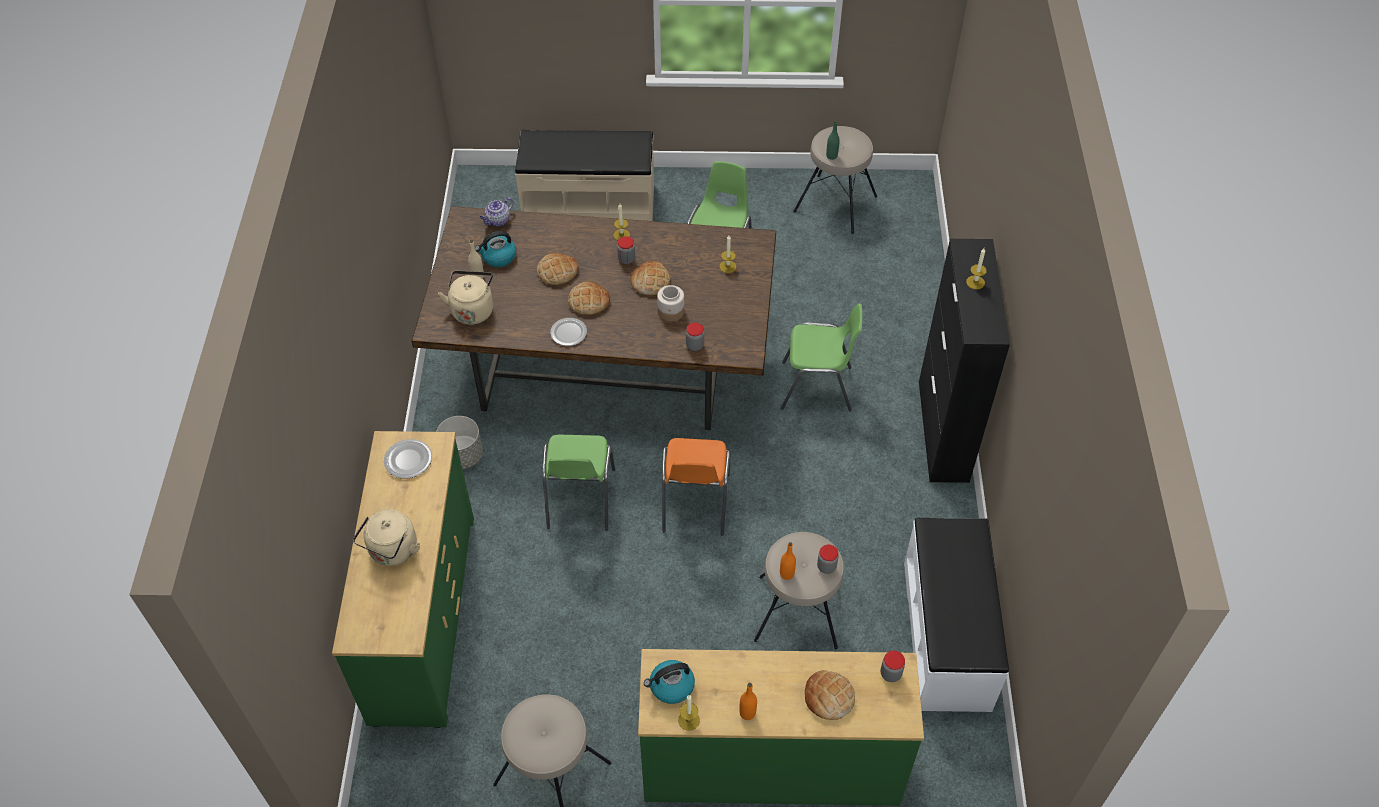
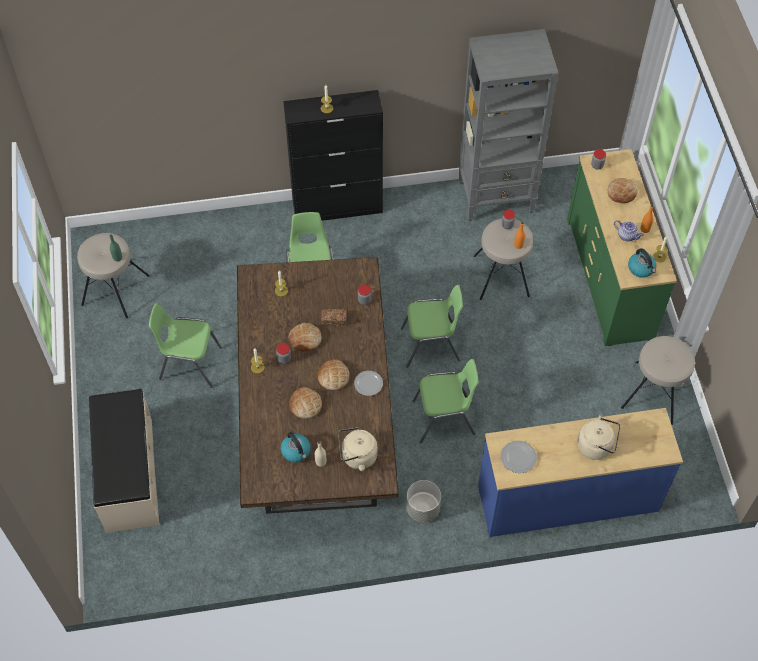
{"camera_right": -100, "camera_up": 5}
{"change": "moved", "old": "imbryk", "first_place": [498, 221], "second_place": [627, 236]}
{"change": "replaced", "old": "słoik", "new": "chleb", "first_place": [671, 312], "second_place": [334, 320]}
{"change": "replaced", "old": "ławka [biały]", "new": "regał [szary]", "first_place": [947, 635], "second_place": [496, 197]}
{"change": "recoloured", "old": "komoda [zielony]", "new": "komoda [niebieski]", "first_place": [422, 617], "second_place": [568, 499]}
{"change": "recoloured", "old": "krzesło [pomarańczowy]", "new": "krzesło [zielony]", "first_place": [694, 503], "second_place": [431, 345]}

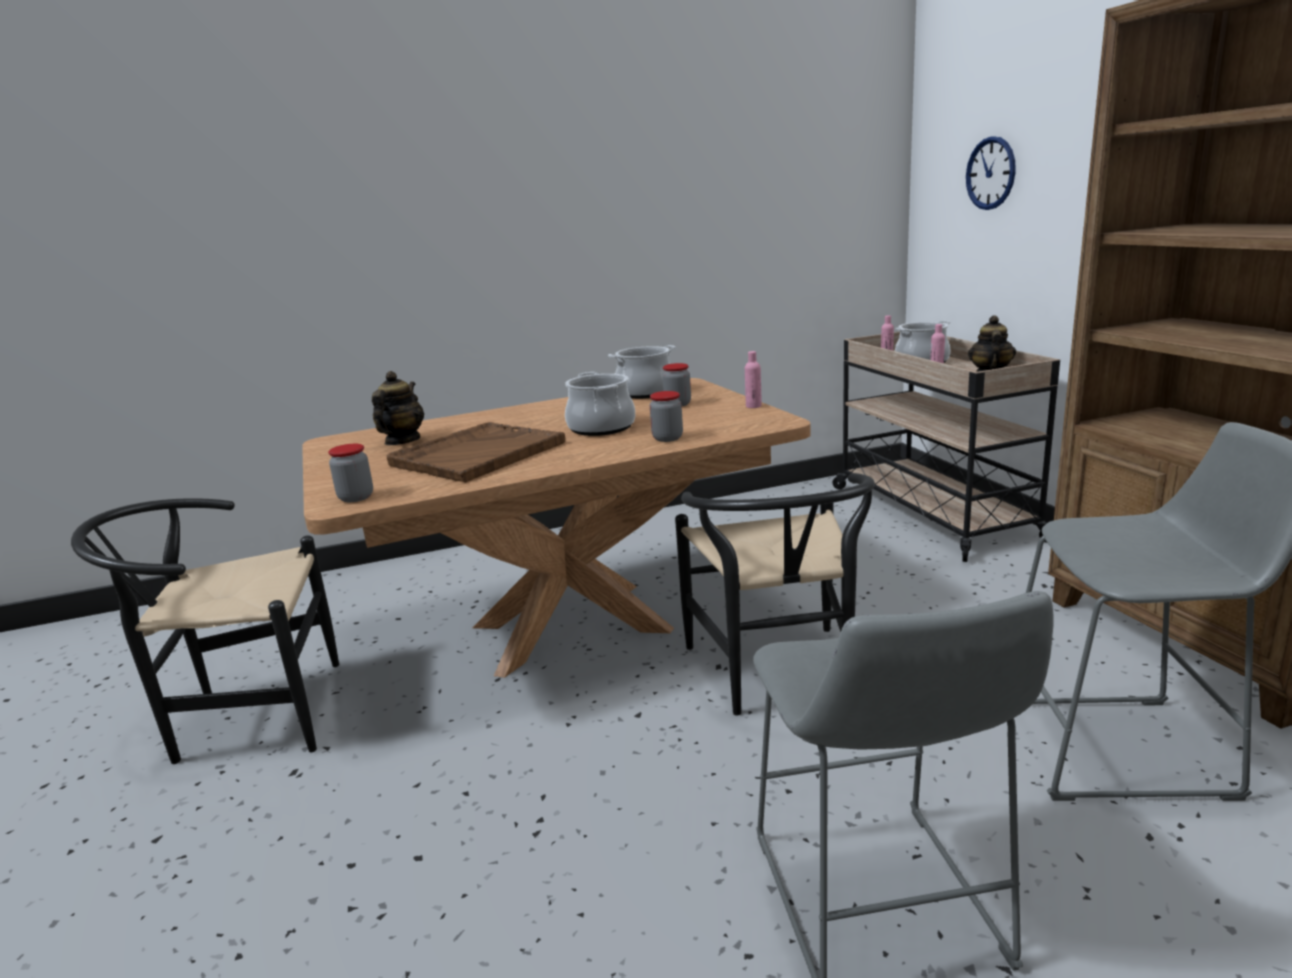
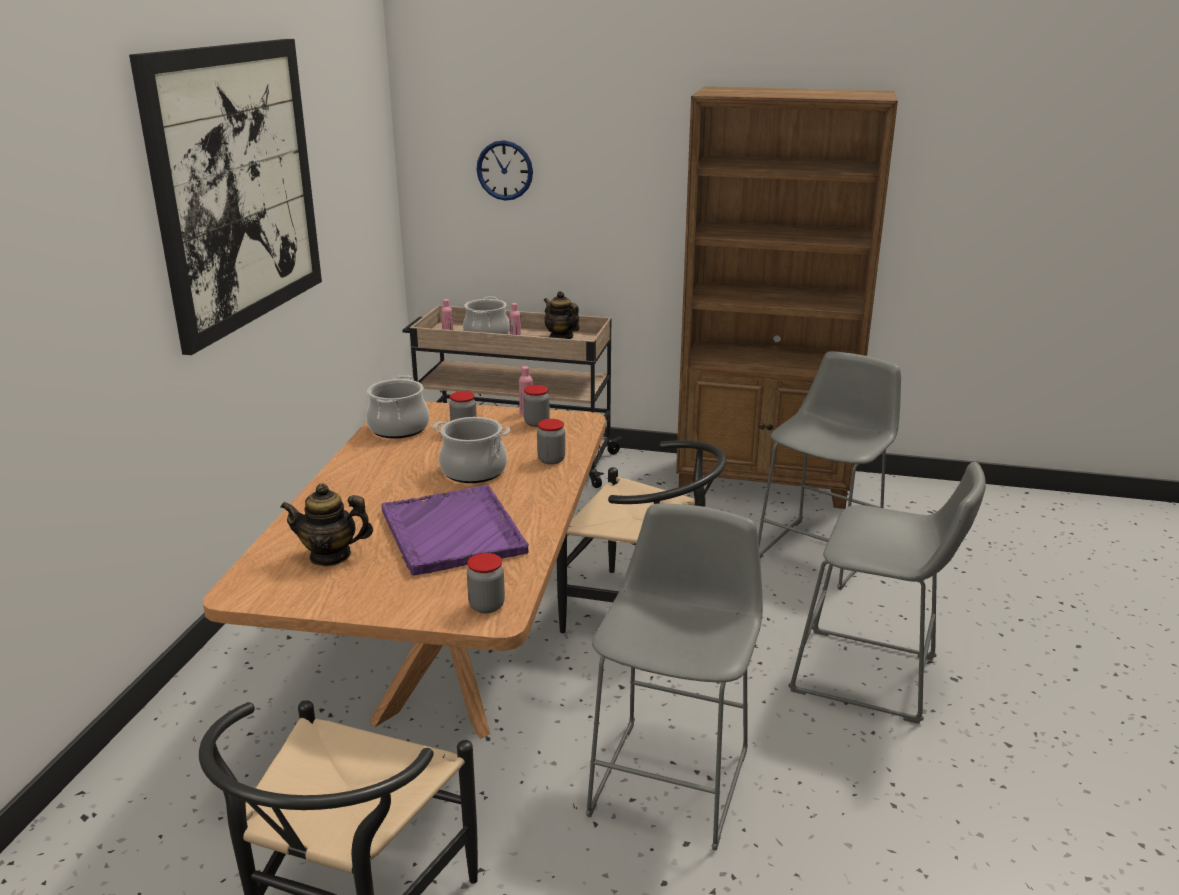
{"camera_right": -60, "camera_up": 5}
{"change": "added", "new": "obraz", "second_place": [237, 187]}
{"change": "added", "new": "słoik", "second_place": [536, 423]}
{"change": "added", "new": "stołek [szary]", "second_place": [674, 775]}
{"change": "recoloured", "old": "taca [brązowy]", "new": "taca [fioletowy]", "first_place": [477, 454], "second_place": [453, 532]}
{"change": "turned", "old": "imbryk", "first_place": [402, 441], "second_place": [330, 556], "degrees": -45}

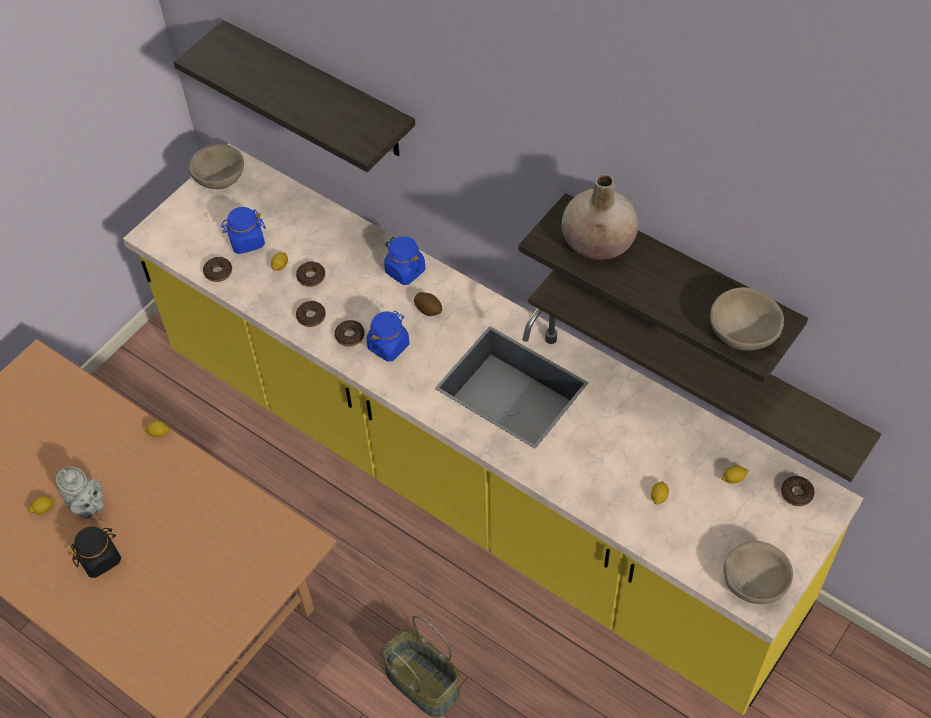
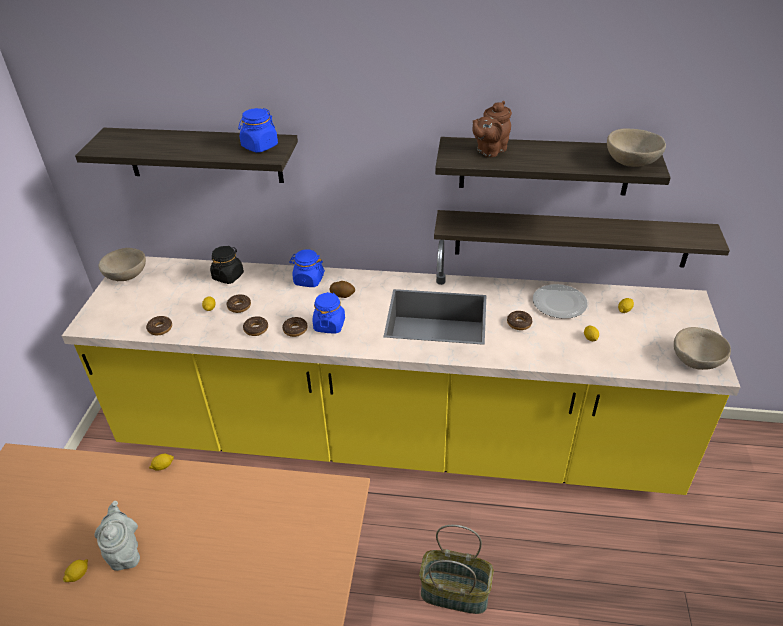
{"camera_right": -30, "camera_up": -15}
{"change": "added", "new": "talerz", "second_place": [559, 303]}
{"change": "moved", "old": "słoik [czarny]", "first_place": [100, 559], "second_place": [228, 276]}
{"change": "moved", "old": "słoik [niebieski]", "first_place": [246, 241], "second_place": [259, 146]}
{"change": "moved", "old": "donut", "first_place": [796, 493], "second_place": [519, 323]}
{"change": "replaced", "old": "wazon [beżowy]", "new": "imbryk [brązowy]", "first_place": [598, 243], "second_place": [489, 151]}
{"change": "turned", "old": "imbryk [szary]", "first_place": [88, 506], "second_place": [125, 552], "degrees": -120}

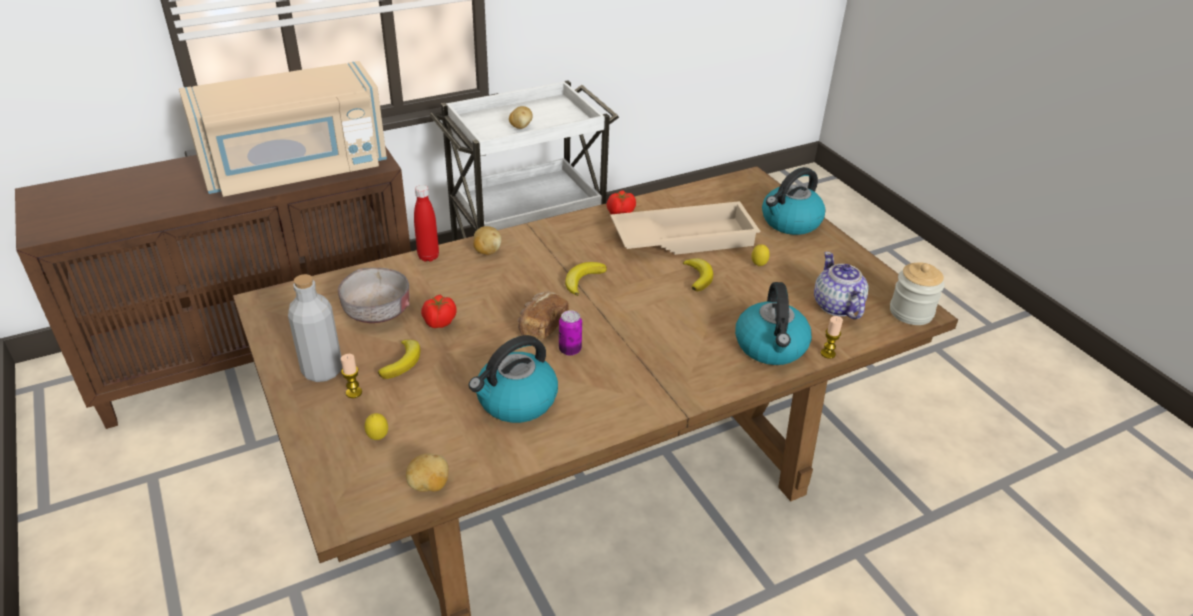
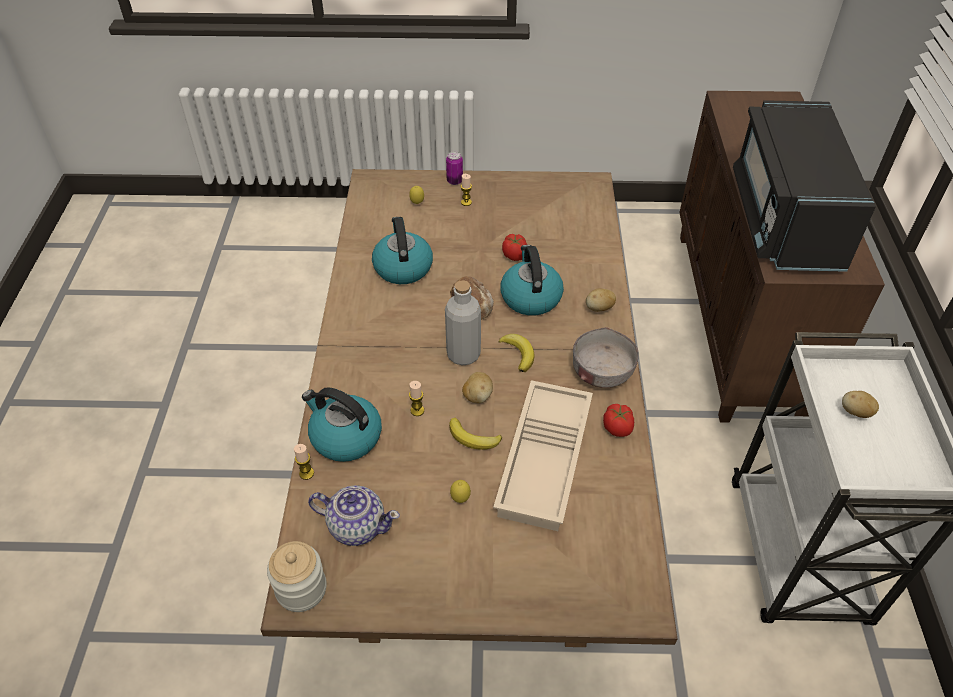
{"camera_right": 120, "camera_up": 10}
{"change": "removed", "old": "banan", "first_place": [403, 362]}
{"change": "removed", "old": "butelka [czerwony]", "first_place": [428, 257]}
{"change": "added", "new": "świeca", "second_place": [417, 410]}
{"change": "moved", "old": "butelka [szary]", "first_place": [322, 370], "second_place": [463, 354]}
{"change": "moved", "old": "miska [szary]", "first_place": [377, 312], "second_place": [601, 371]}
{"change": "moved", "old": "ziemniak", "first_place": [429, 485], "second_place": [477, 396]}
{"change": "moved", "old": "puszka", "first_place": [570, 350], "second_place": [454, 181]}
{"change": "moved", "old": "czajnik", "first_place": [790, 222], "second_place": [530, 297]}
{"change": "recoloured", "old": "mikrofalówka [beżowy]", "new": "mikrofalówka [czarny]", "first_place": [295, 169], "second_place": [785, 219]}

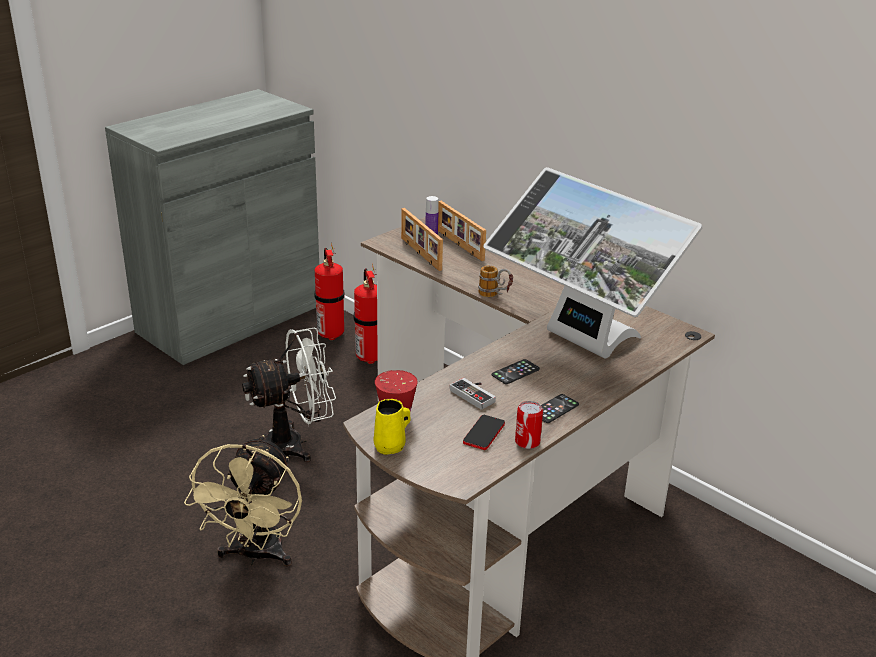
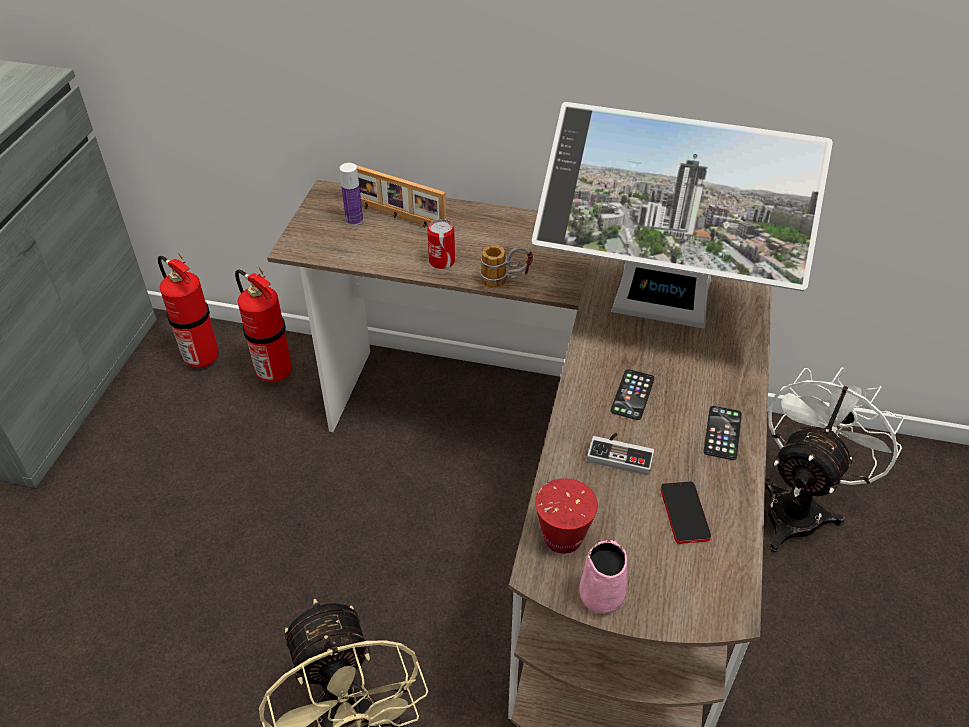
{"camera_right": -30, "camera_up": 15}
{"change": "removed", "old": "ramka na zdjęcie", "first_place": [419, 254]}
{"change": "moved", "old": "wentylator [biały]", "first_place": [294, 444], "second_place": [799, 507]}
{"change": "moved", "old": "puszka", "first_place": [527, 442], "second_place": [442, 261]}
{"change": "recoloured", "old": "kubek [żółty]", "new": "kubek [różowy]", "first_place": [391, 446], "second_place": [602, 594]}

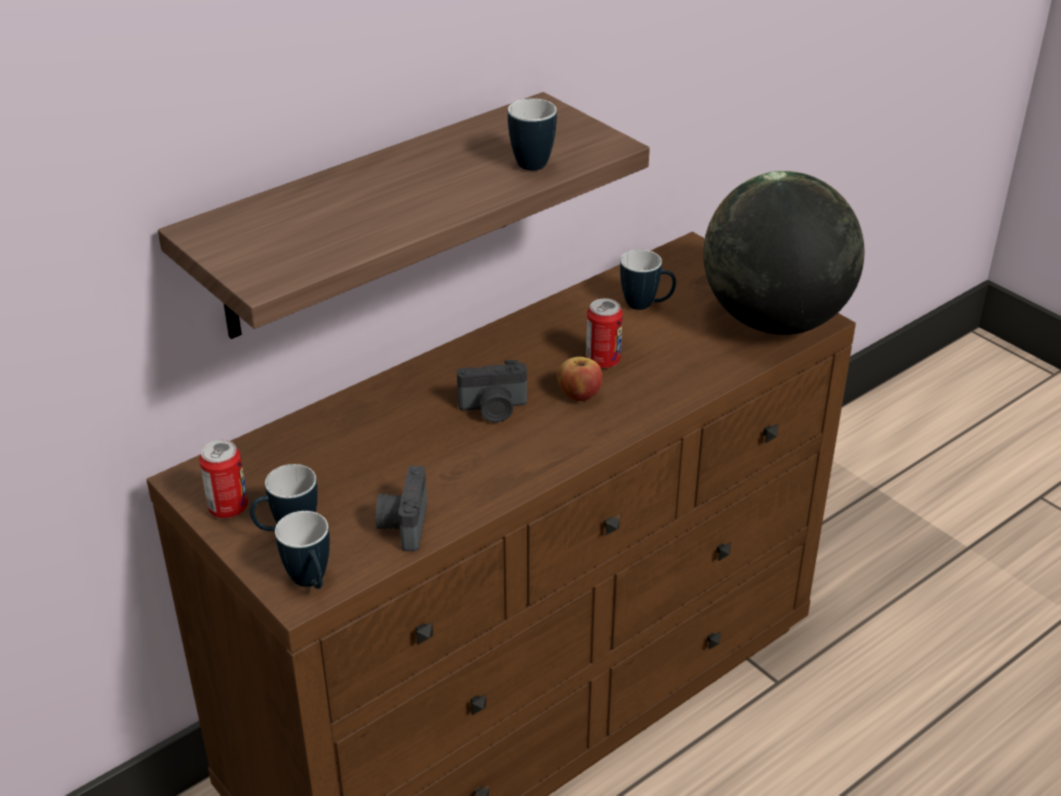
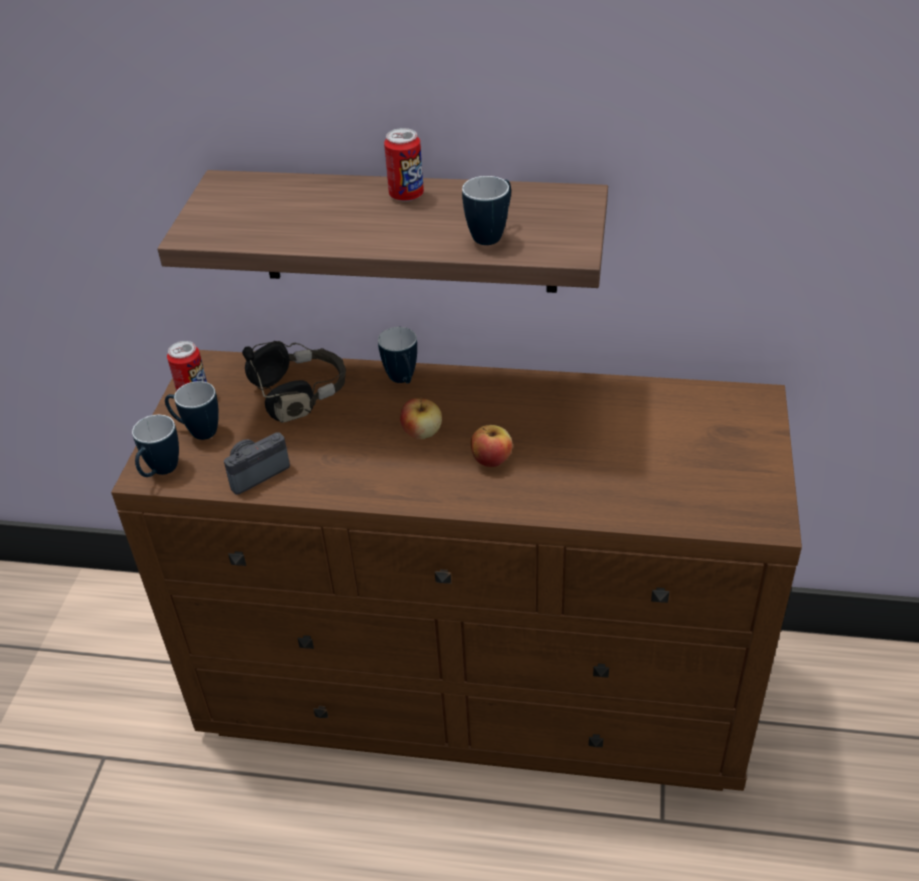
{"camera_right": 50, "camera_up": 5}
{"change": "removed", "old": "globus", "first_place": [775, 321]}
{"change": "added", "new": "słuchawki [czarny]", "second_place": [299, 394]}
{"change": "moved", "old": "puszka", "first_place": [603, 361], "second_place": [406, 195]}
{"change": "moved", "old": "kubek", "first_place": [646, 305], "second_place": [403, 381]}
{"change": "replaced", "old": "aparat fotograficzny", "new": "jabłko", "first_place": [493, 409], "second_place": [422, 432]}

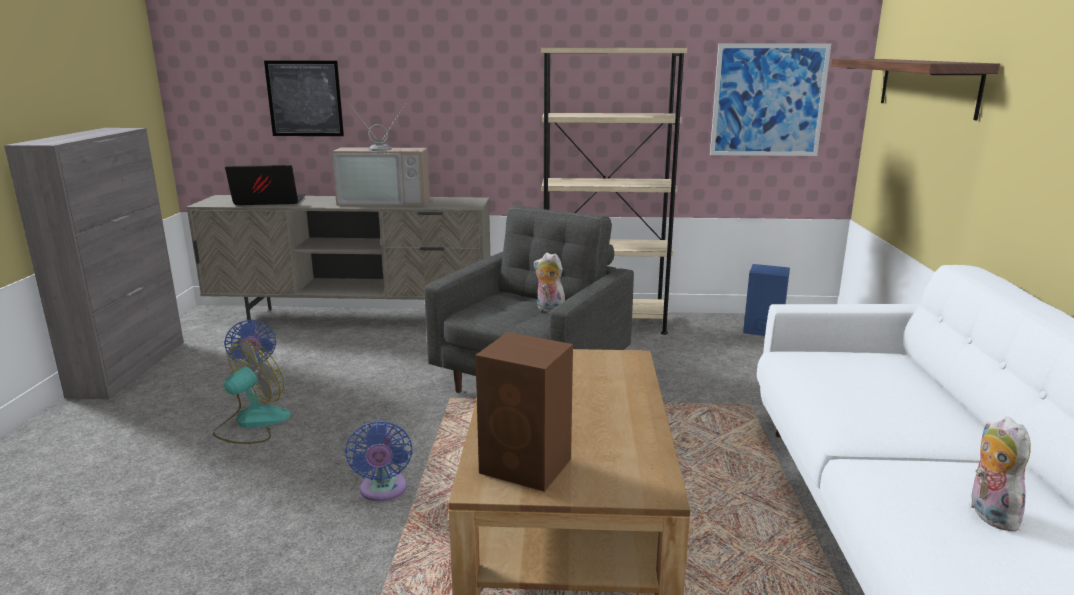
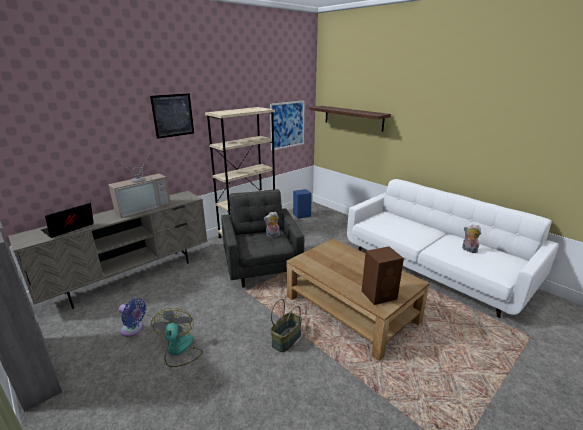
{"camera_right": -45, "camera_up": 5}
{"change": "moved", "old": "obraz", "first_place": [304, 98], "second_place": [173, 115]}
{"change": "replaced", "old": "wentylator [niebieski]", "new": "koszyk", "first_place": [383, 491], "second_place": [286, 339]}

